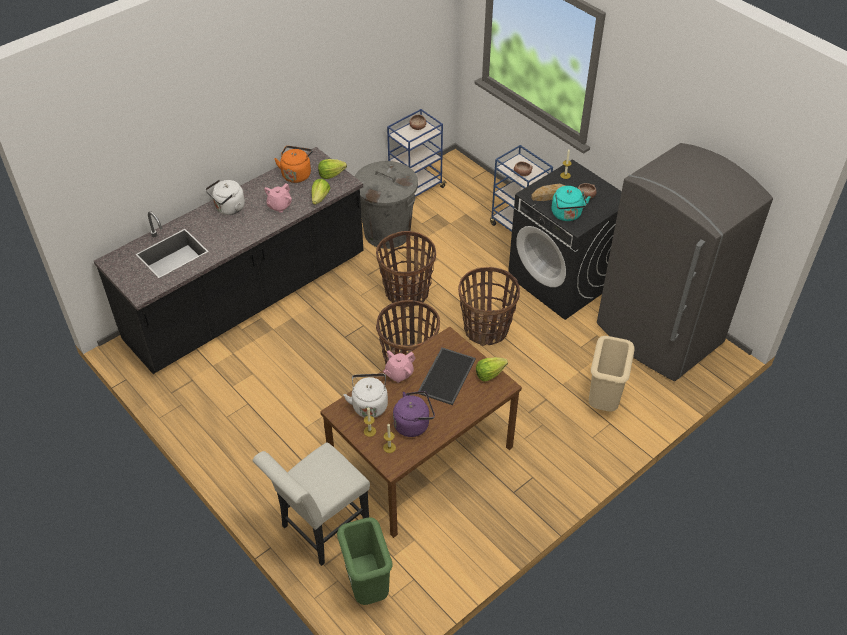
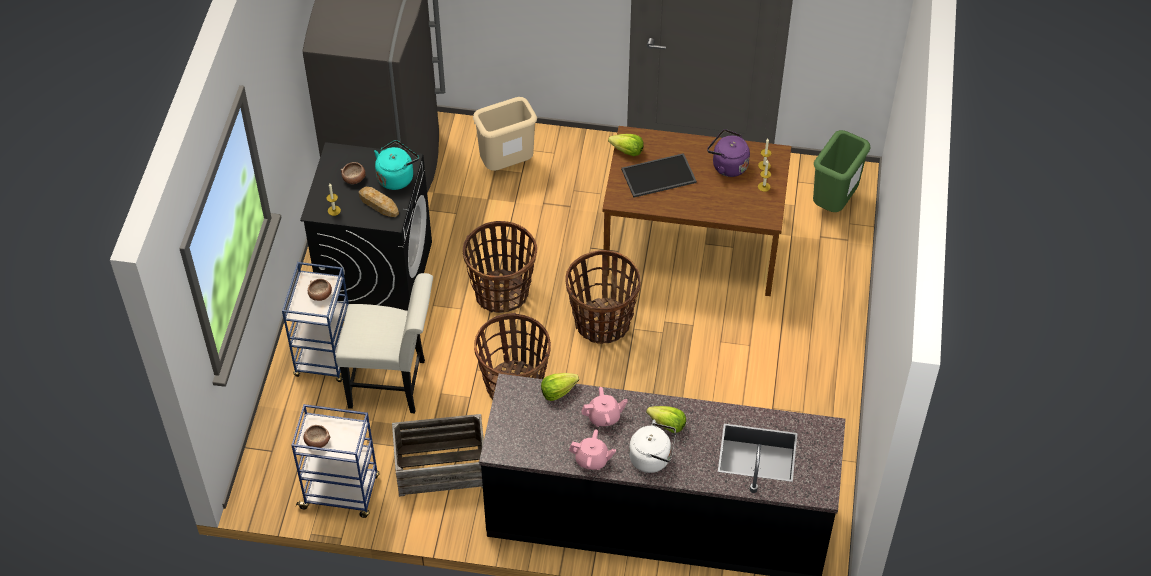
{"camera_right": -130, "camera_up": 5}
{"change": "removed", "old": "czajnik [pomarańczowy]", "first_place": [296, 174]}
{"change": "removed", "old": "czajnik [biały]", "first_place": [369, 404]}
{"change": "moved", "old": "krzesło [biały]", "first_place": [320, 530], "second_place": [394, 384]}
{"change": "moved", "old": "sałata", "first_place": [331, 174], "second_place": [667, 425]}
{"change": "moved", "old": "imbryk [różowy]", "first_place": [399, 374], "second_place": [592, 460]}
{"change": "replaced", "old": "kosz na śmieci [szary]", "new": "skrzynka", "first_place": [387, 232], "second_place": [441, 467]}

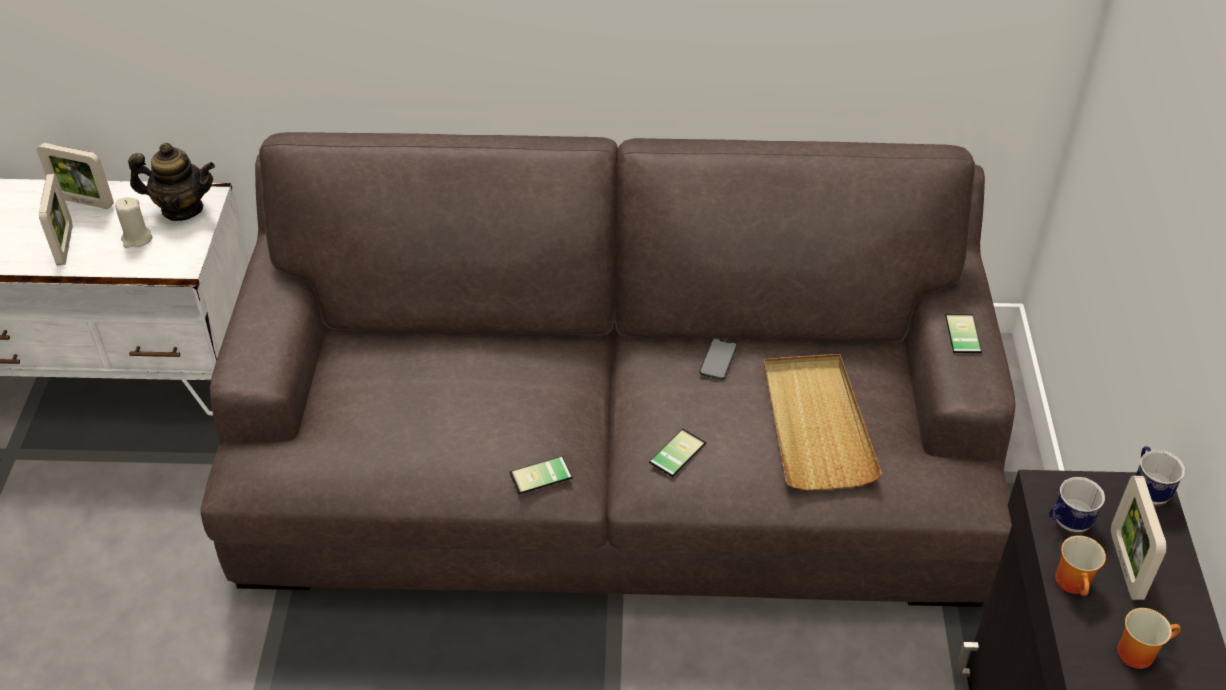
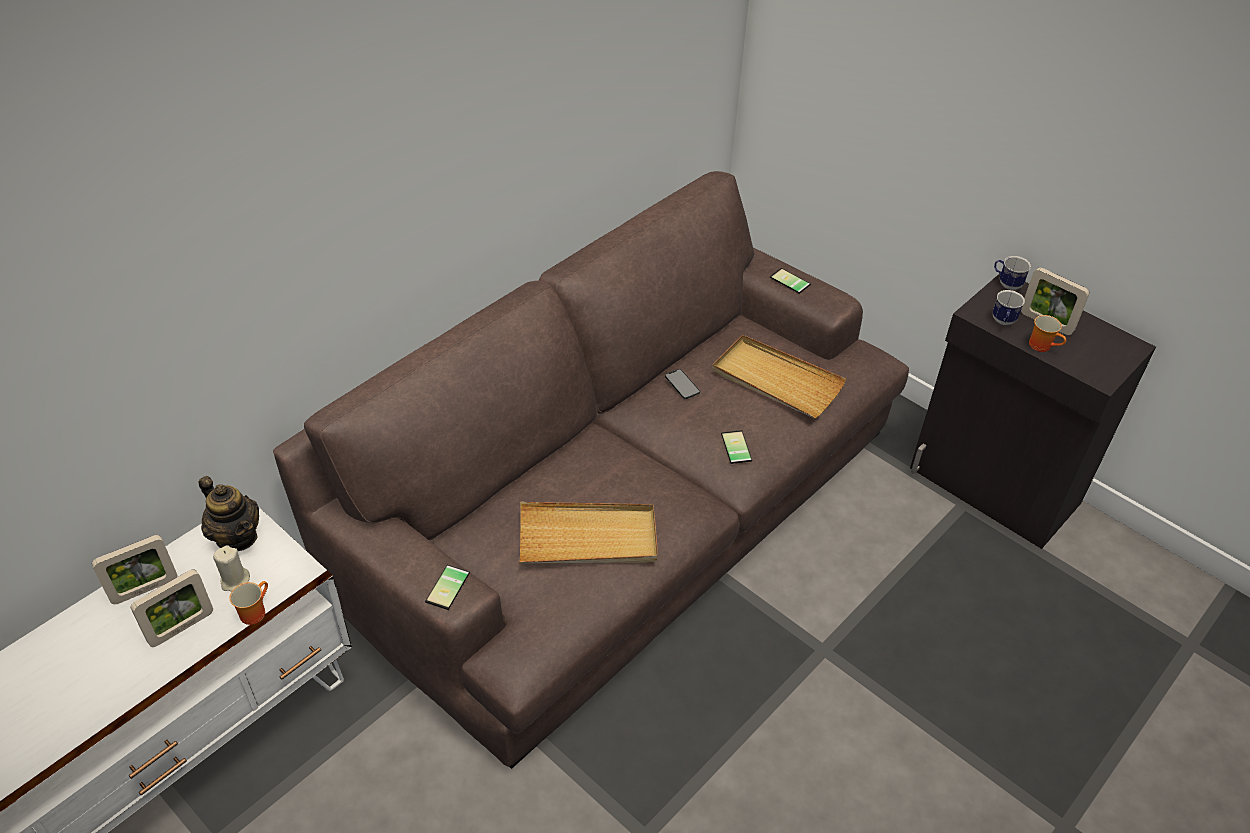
{"camera_right": -50, "camera_up": 0}
{"change": "added", "new": "taca [beżowy]", "second_place": [588, 538]}
{"change": "moved", "old": "telefon", "first_place": [542, 477], "second_place": [450, 588]}
{"change": "moved", "old": "kubek", "first_place": [1138, 650], "second_place": [253, 611]}
{"change": "turned", "old": "ramka na zdjęcie", "first_place": [65, 245], "second_place": [181, 628], "degrees": 105}
{"change": "turned", "old": "imbryk", "first_place": [182, 209], "second_place": [237, 537], "degrees": 90}

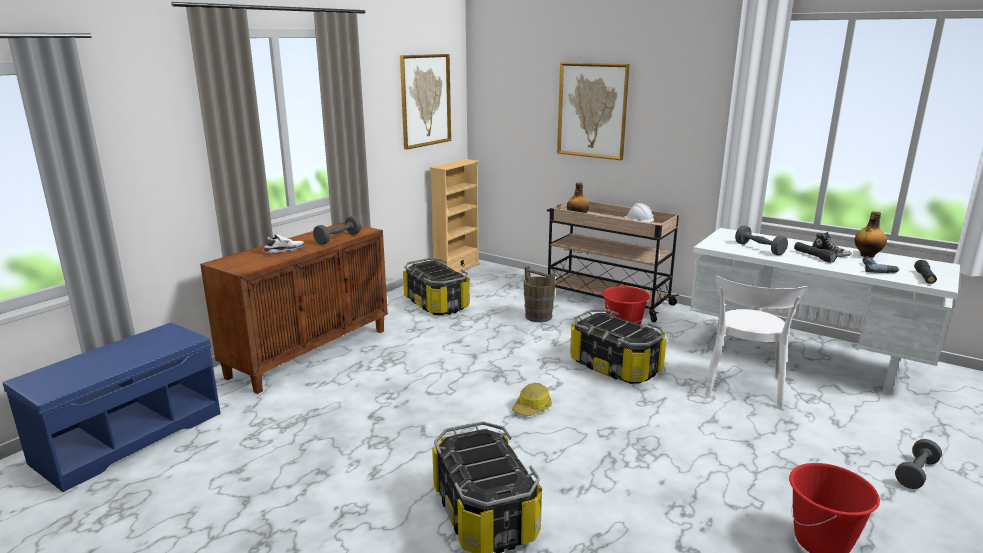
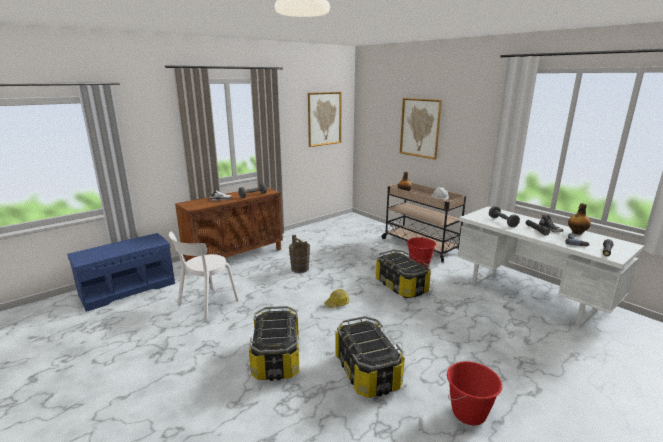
{"camera_right": 15, "camera_up": 0}
{"change": "removed", "old": "regał [beżowy]", "first_place": [456, 269]}
{"change": "removed", "old": "hantel [szary]", "first_place": [916, 473]}
{"change": "moved", "old": "pojemnik do przechowywania", "first_place": [437, 303], "second_place": [367, 371]}
{"change": "moved", "old": "wiadro [brązowy]", "first_place": [538, 316], "second_place": [300, 268]}
{"change": "moved", "old": "krzesło [biały]", "first_place": [743, 389], "second_place": [206, 304]}

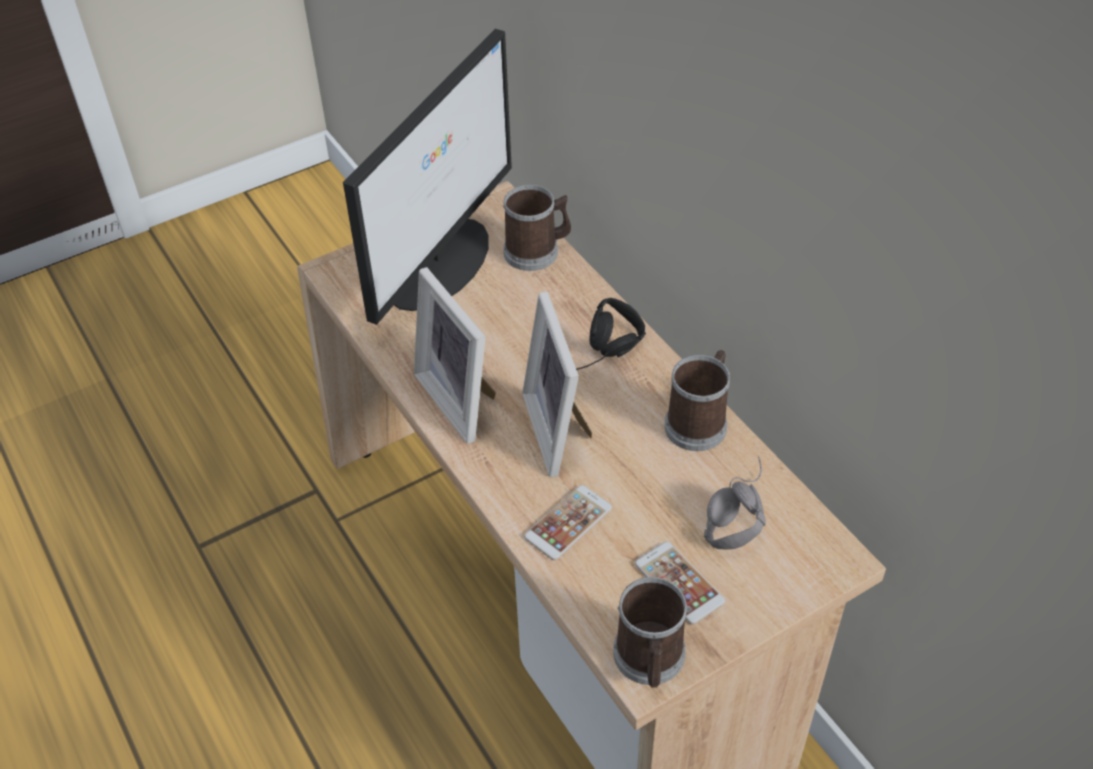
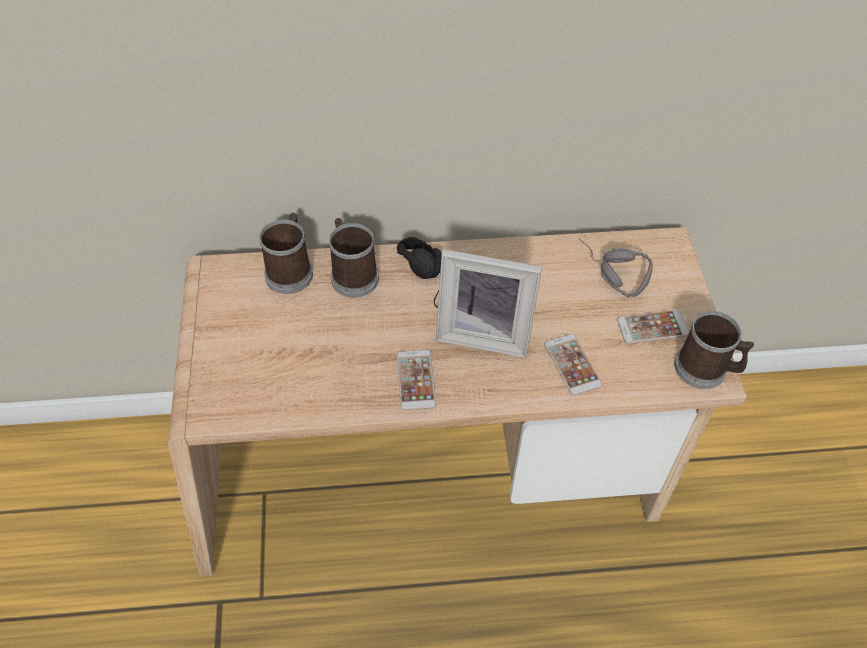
{"camera_right": -65, "camera_up": 5}
{"change": "removed", "old": "monitor", "first_place": [440, 262]}
{"change": "moved", "old": "kubek", "first_place": [699, 422], "second_place": [352, 274]}
{"change": "replaced", "old": "ramka na zdjęcie", "new": "telefon", "first_place": [462, 398], "second_place": [416, 380]}

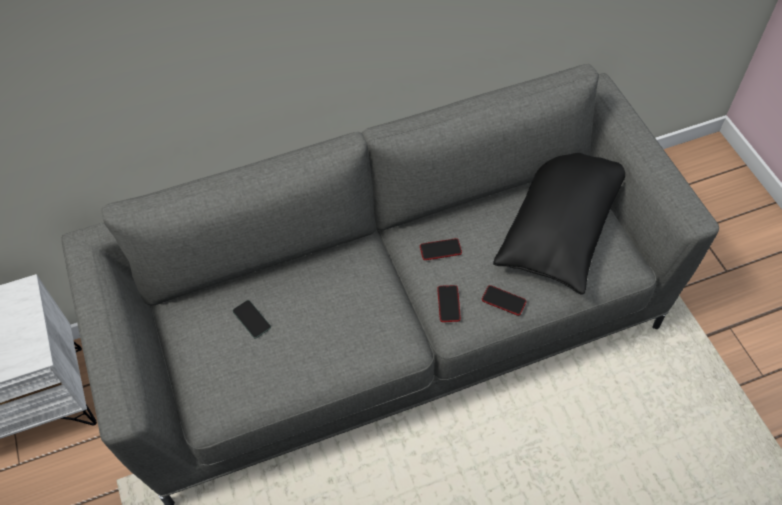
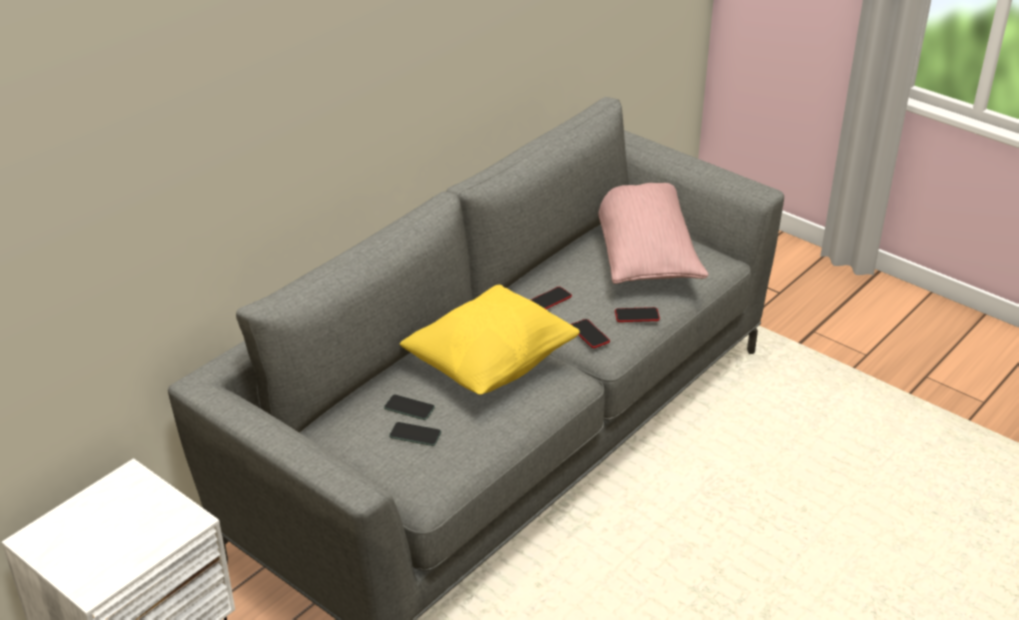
{"camera_right": -30, "camera_up": -20}
{"change": "added", "new": "telefon", "second_place": [415, 434]}
{"change": "added", "new": "poduszka [żółty]", "second_place": [491, 365]}
{"change": "recoloured", "old": "poduszka [czarny]", "new": "poduszka [różowy]", "first_place": [561, 227], "second_place": [644, 252]}

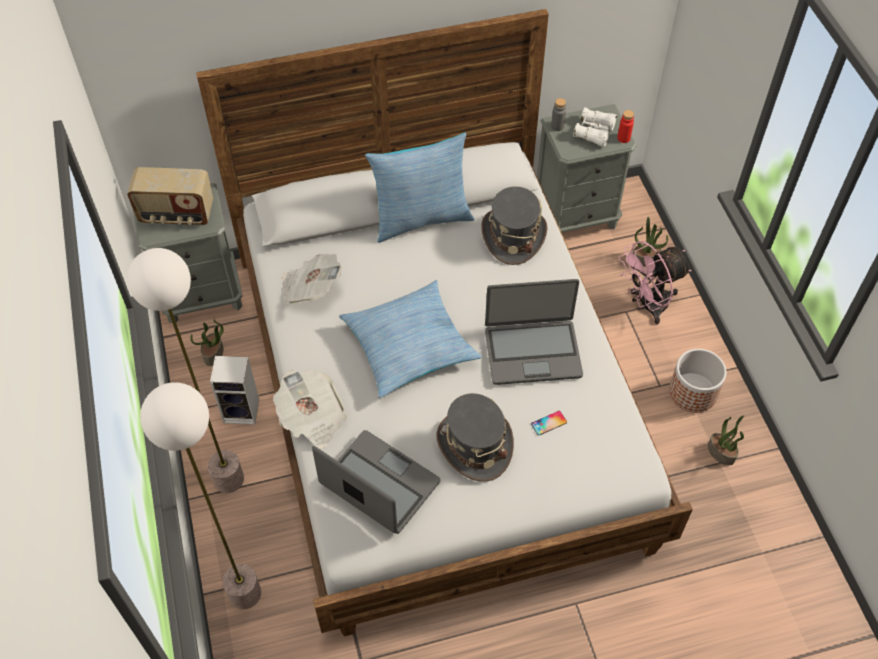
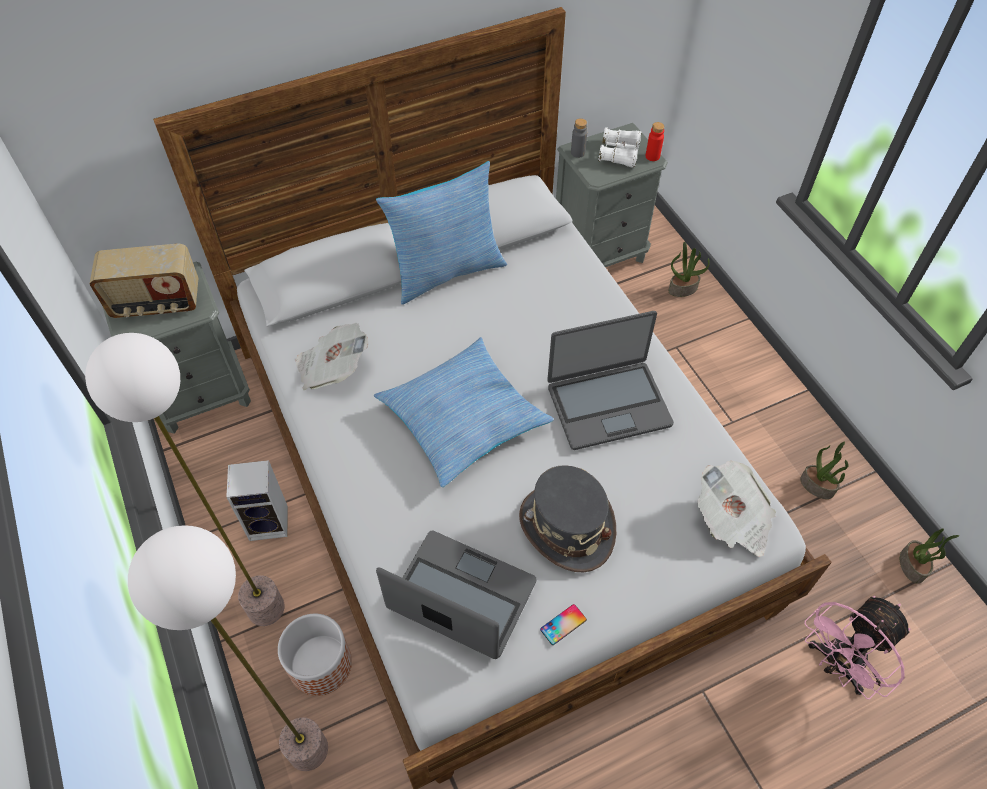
{"camera_right": -10, "camera_up": 0}
{"change": "removed", "old": "kapelusz [szary]", "first_place": [513, 235]}
{"change": "moved", "old": "roślina doniczkowa", "first_place": [213, 353], "second_place": [913, 566]}
{"change": "moved", "old": "gazeta", "first_place": [312, 418], "second_place": [732, 520]}
{"change": "moved", "old": "telefon", "first_place": [549, 423], "second_place": [563, 624]}
{"change": "moved", "old": "wentylator [różowy]", "first_place": [647, 306], "second_place": [837, 665]}
{"change": "moved", "old": "donica", "first_place": [693, 392], "second_place": [321, 664]}

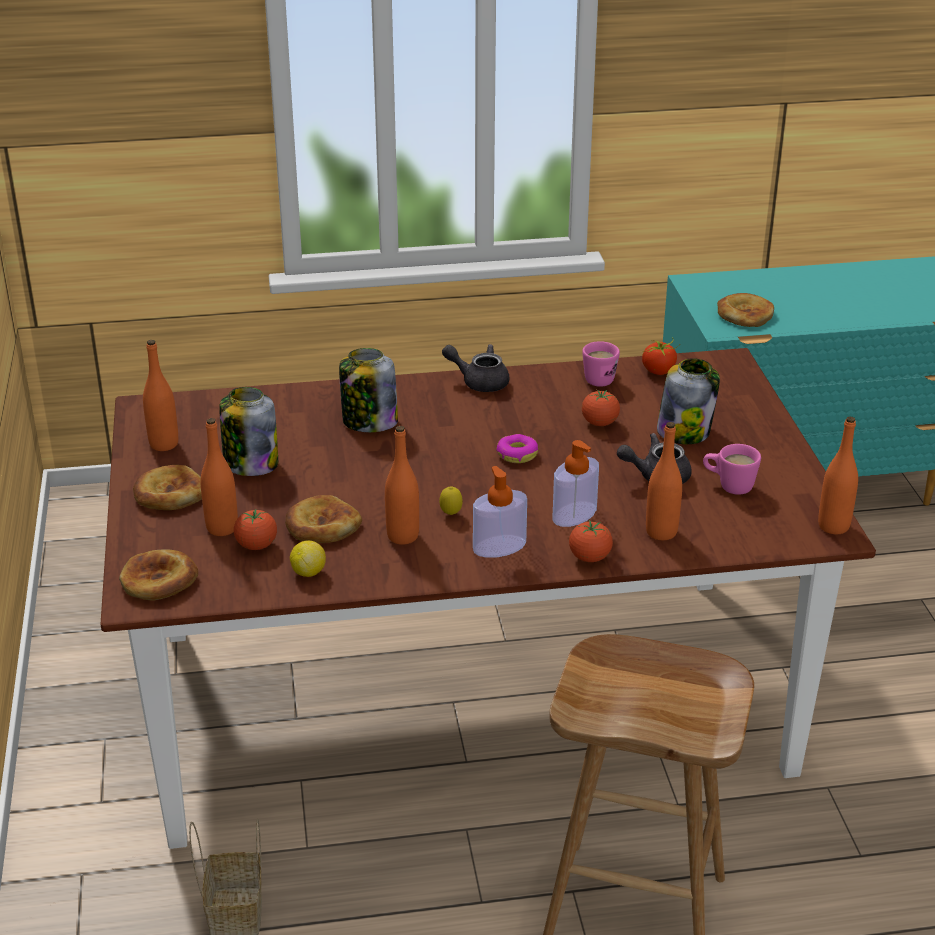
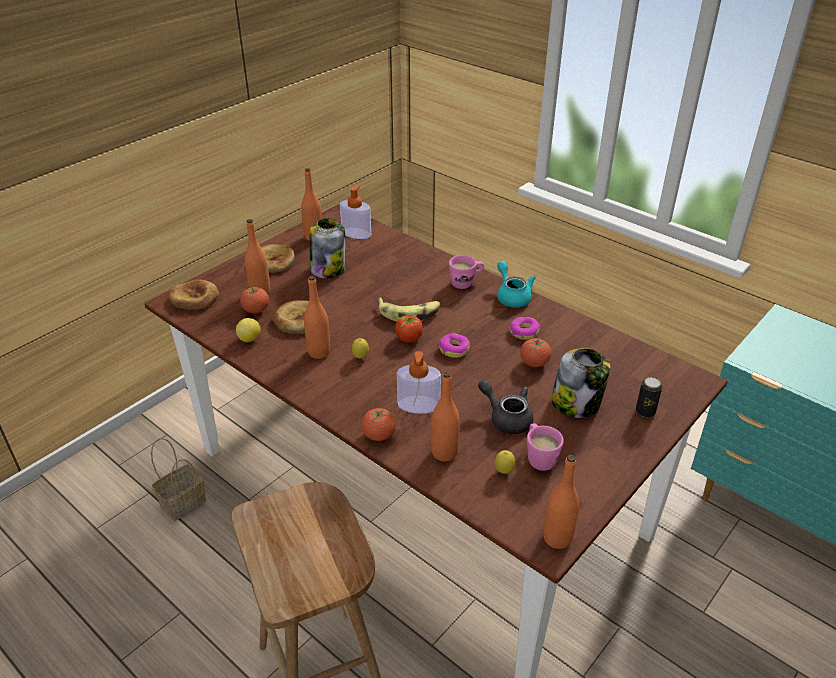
{"camera_right": 50, "camera_up": 5}
{"change": "removed", "old": "słoik", "first_place": [369, 422]}
{"change": "removed", "old": "chleb", "first_place": [744, 314]}
{"change": "added", "new": "banan", "second_place": [409, 313]}
{"change": "added", "new": "cytryna", "second_place": [504, 471]}
{"change": "added", "new": "donut", "second_place": [523, 332]}
{"change": "added", "new": "puszka", "second_place": [645, 411]}
{"change": "moved", "old": "dozownik mydła", "first_place": [499, 546], "second_place": [356, 233]}
{"change": "moved", "old": "kubek [różowy]", "first_place": [600, 377], "second_place": [466, 283]}
{"change": "moved", "old": "pomidor", "first_place": [658, 371], "second_place": [409, 338]}
{"change": "recoloured", "old": "imbryk [szary]", "new": "imbryk [turkusowy]", "first_place": [479, 381], "second_place": [512, 296]}

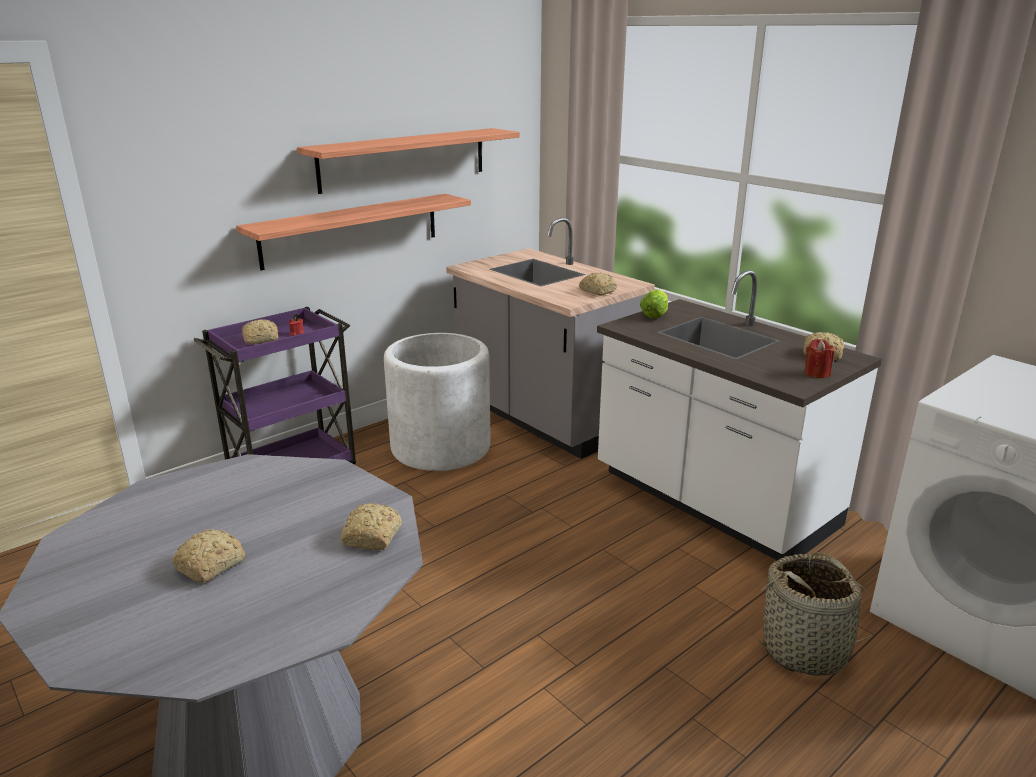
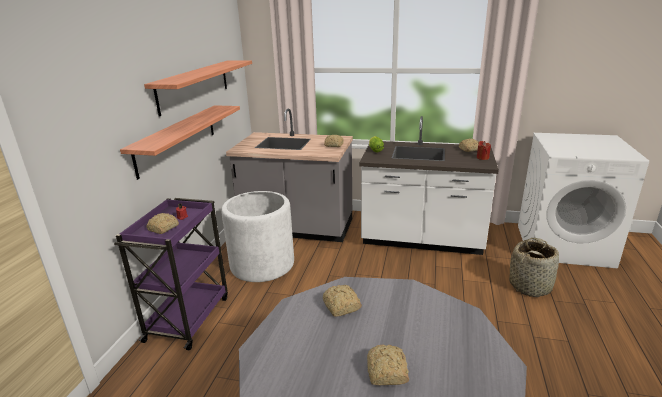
{"camera_right": -35, "camera_up": 0}
{"change": "moved", "old": "chleb", "first_place": [371, 538], "second_place": [341, 307]}

